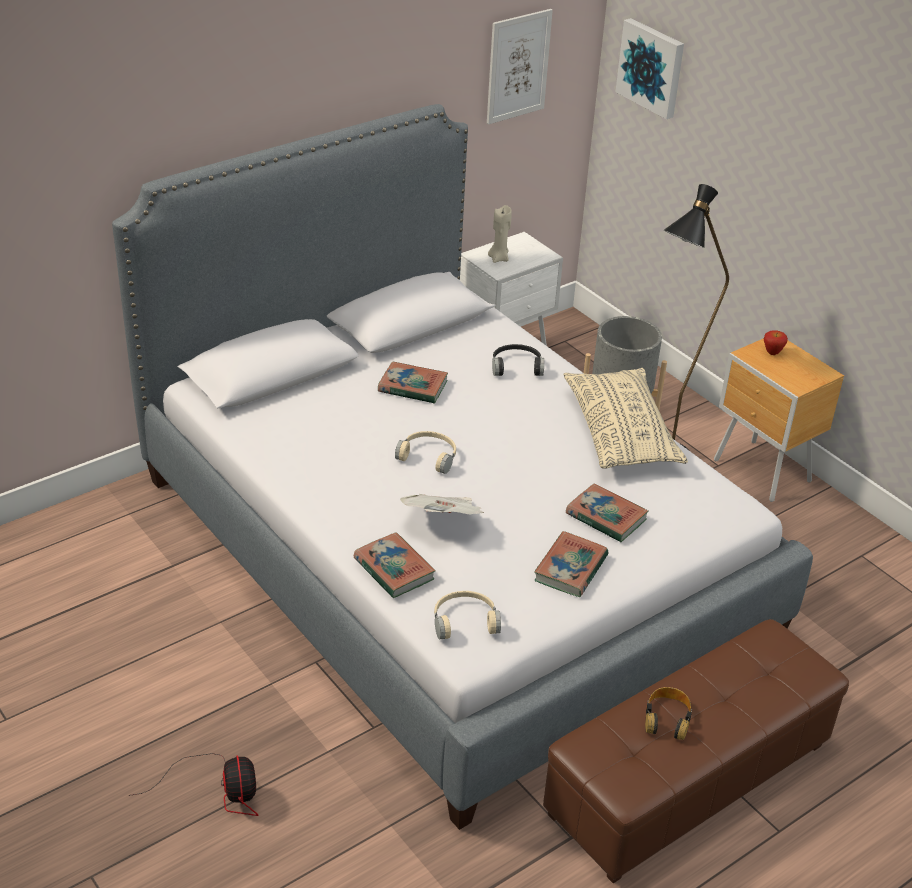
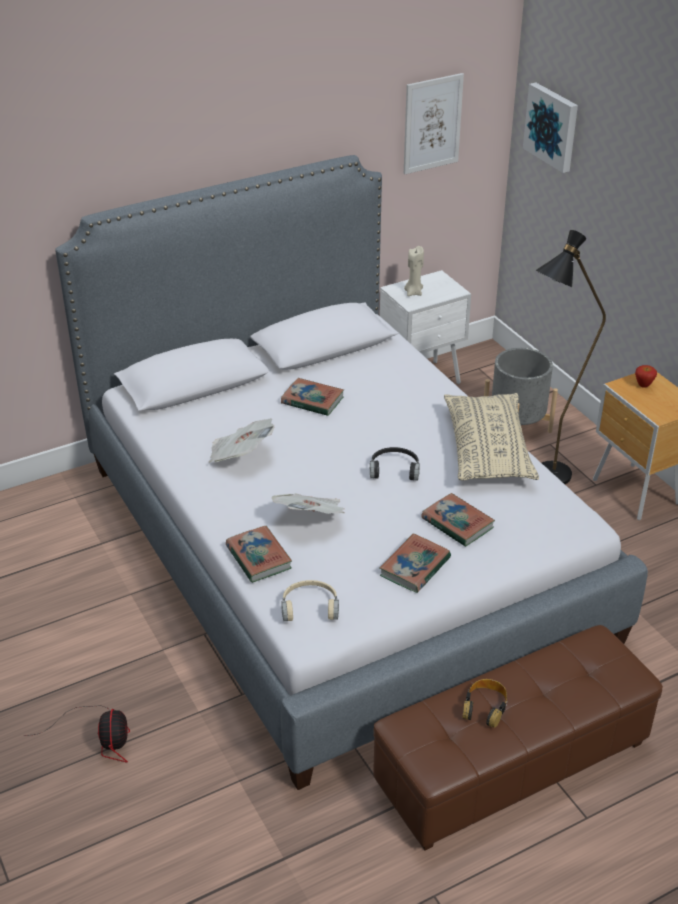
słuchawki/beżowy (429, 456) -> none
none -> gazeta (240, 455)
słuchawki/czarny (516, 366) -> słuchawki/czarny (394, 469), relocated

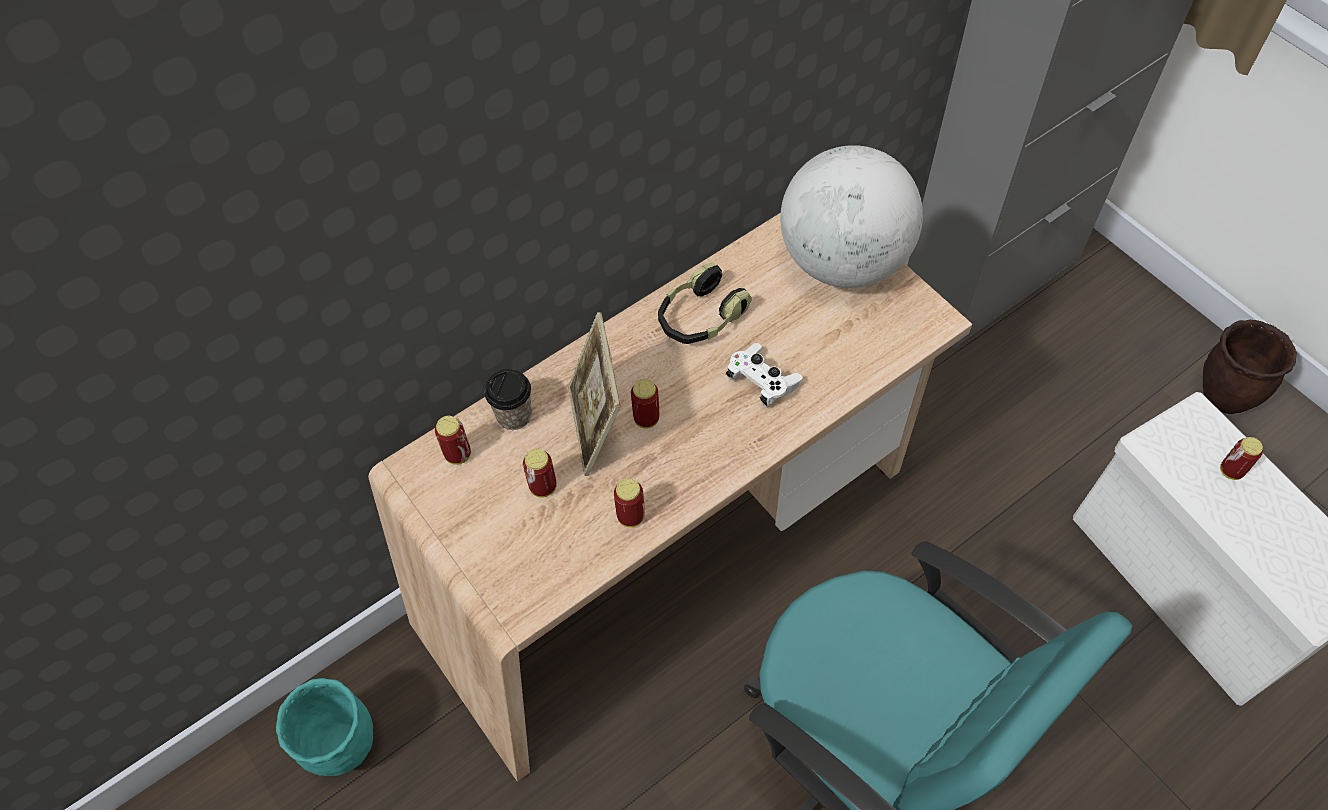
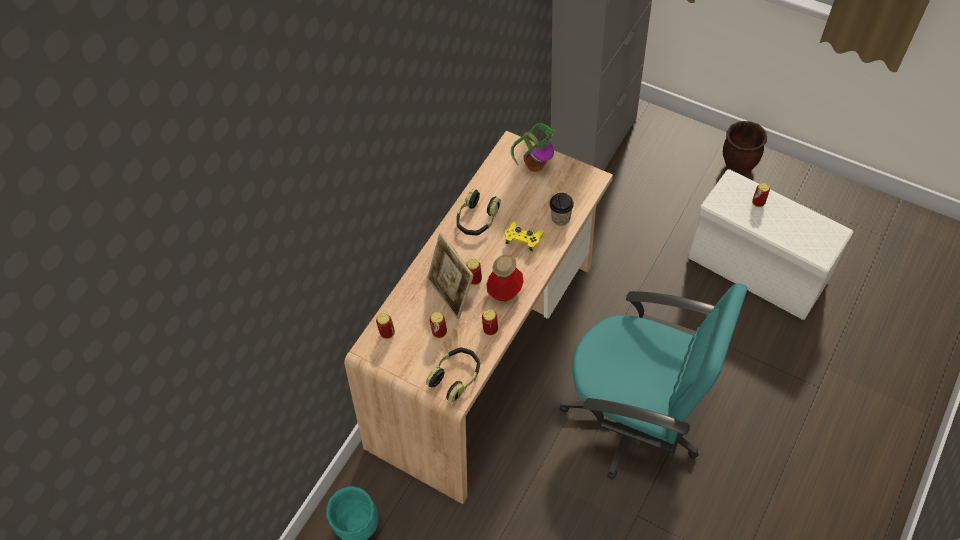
none -> słuchawki (456, 377)
none -> butelka (505, 290)
filiżanka (514, 415) -> filiżanka (561, 218), relocated
globus (843, 261) -> roślina doniczkowa (535, 164)
pad do gier/biały (762, 382) -> pad do gier/żółty (523, 240)

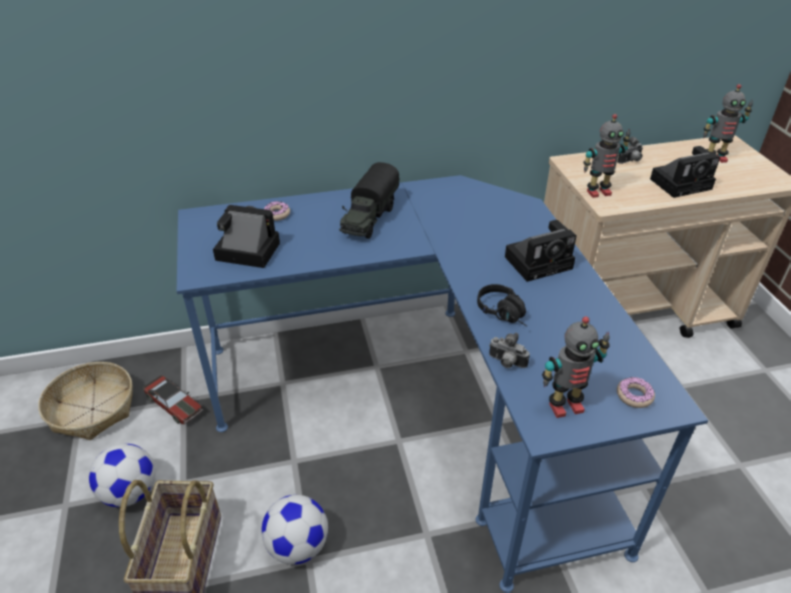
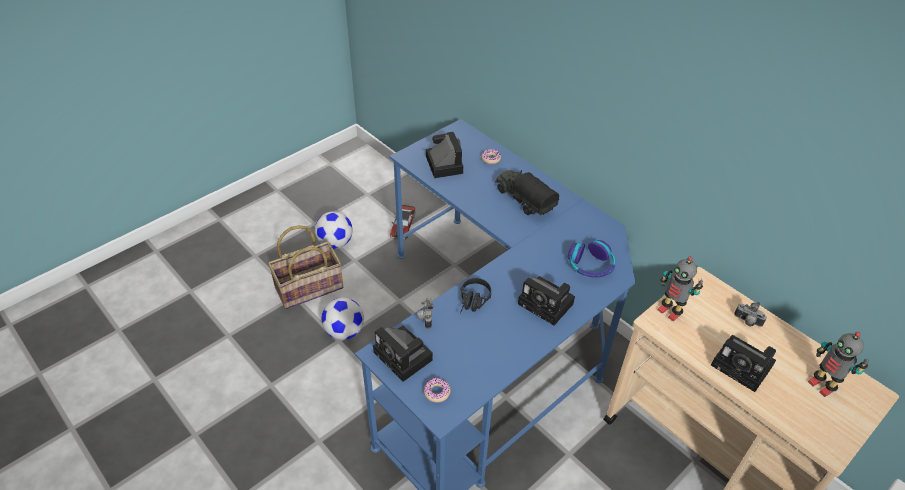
koszyk (92, 409) -> none
none -> słuchawki (590, 265)
robot zabawkowy (565, 406) -> aparat fotograficzny (405, 357)
ciężarówka zabawkowa (369, 218) -> ciężarówka zabawkowa (523, 200), 60 degrees clockwise

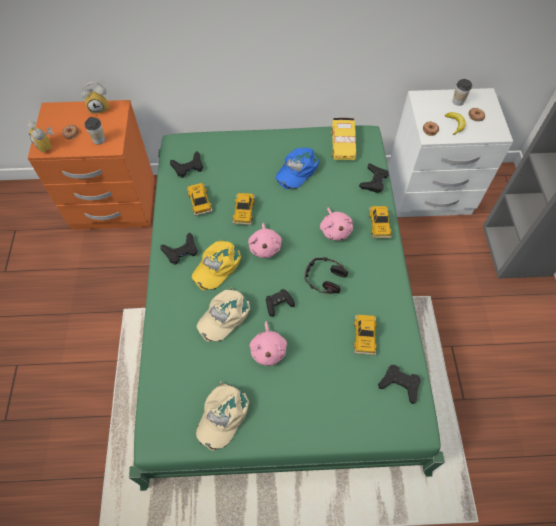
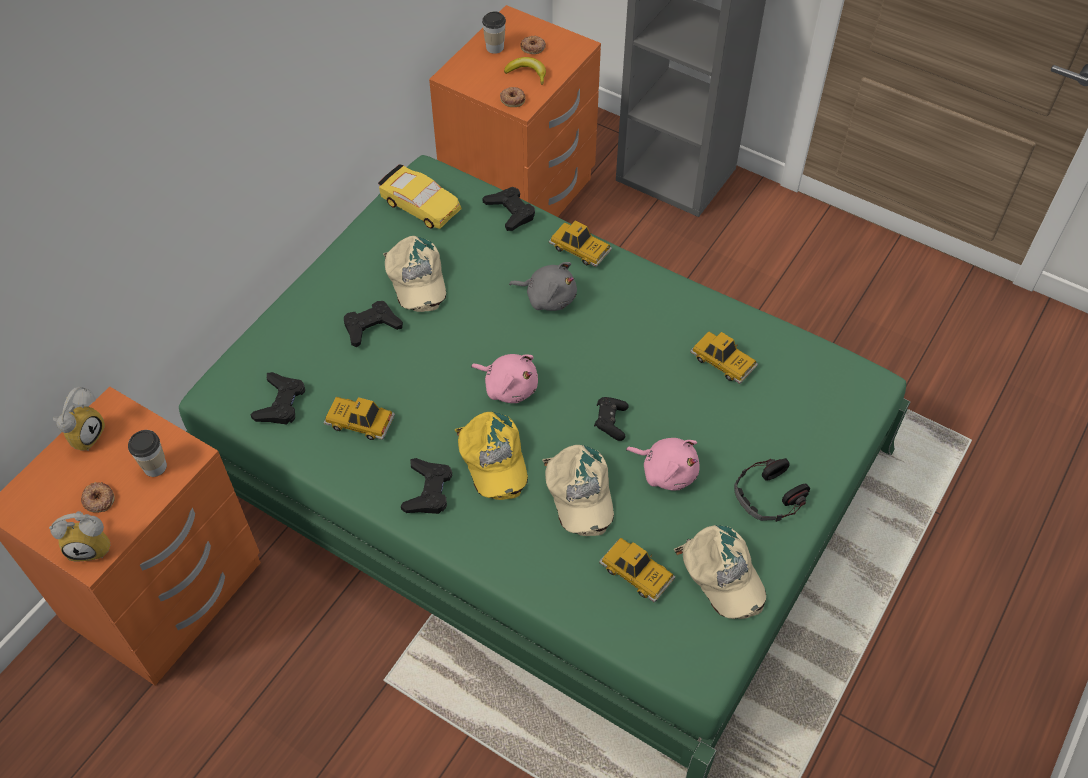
samochodzik (244, 211) -> samochodzik (636, 572), relocated
słuchawki (324, 278) -> słuchawki (769, 496), relocated
pad do gier/czarny (400, 384) -> pad do gier/czarny (371, 327), relocated
czapka z daszkiem/niebieski (297, 170) -> czapka z daszkiem/beżowy (415, 279)
pluszak/różowy (335, 230) -> pluszak/szary (548, 297)
szafka nocna/biały (428, 193) -> szafka nocna/pomarańczowy (520, 198)

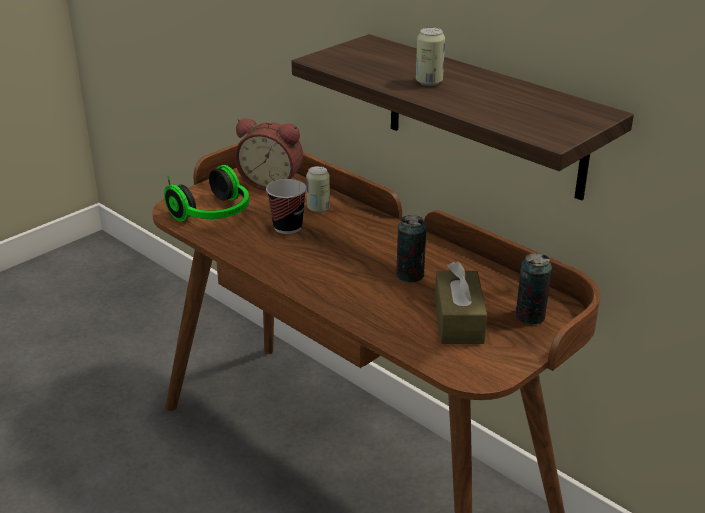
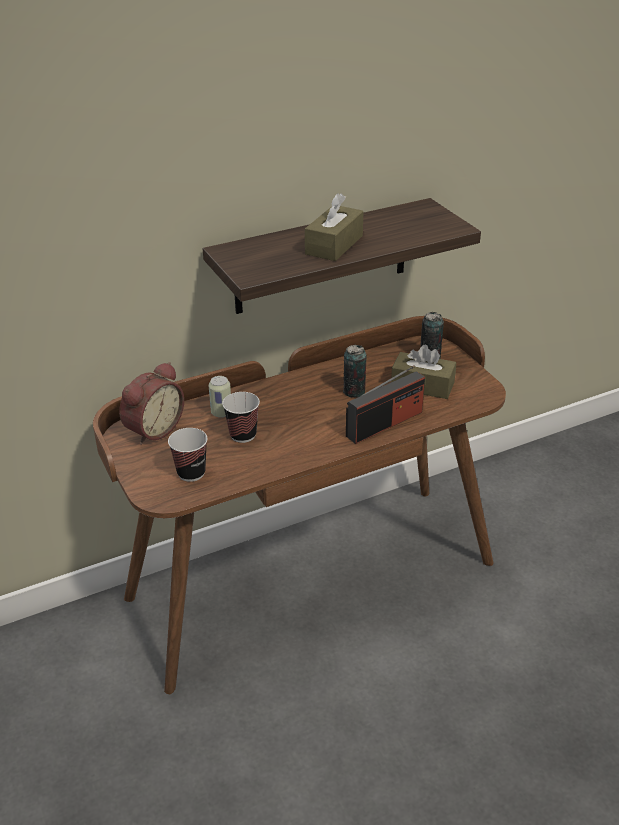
none -> radio (384, 423)
słuchawki (214, 215) -> filiżanka (191, 473)
puszka (429, 82) -> pudełko chusteczek/brązowy (334, 245)

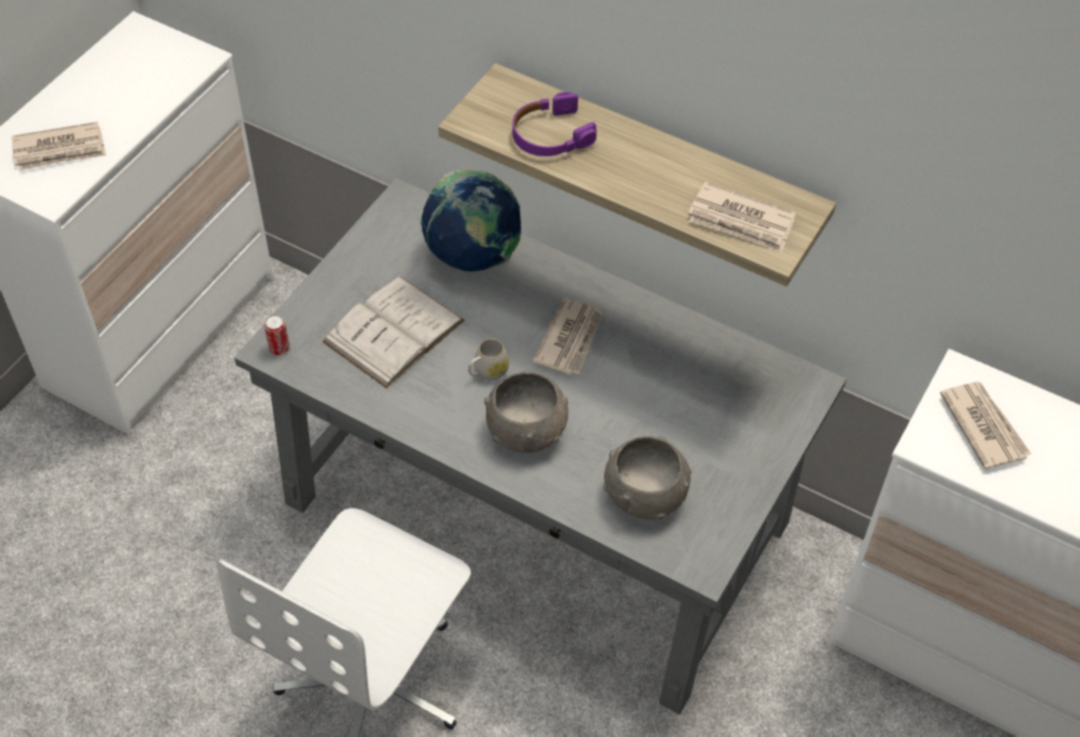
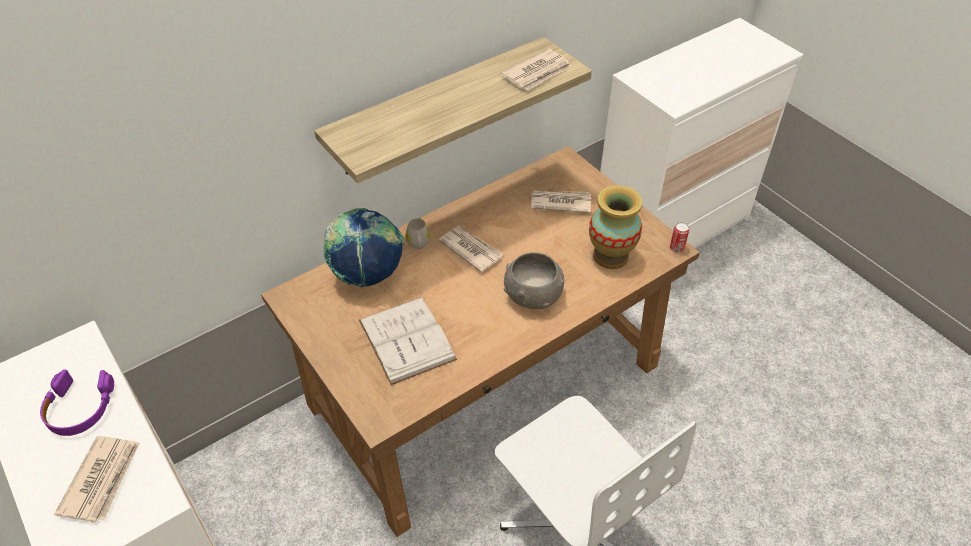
puszka (279, 348) -> puszka (676, 248), relocated
kubek/biały (487, 372) -> kubek/biały (418, 244), relocated
słuchawki/fioletowy (550, 135) -> słuchawki/fioletowy (79, 408), relocated
gazeta (983, 426) -> gazeta (560, 202), relocated
miska/szary (645, 494) -> wazon (610, 256)
biurko/szary (537, 512) -> biurko/brązowy (485, 384)

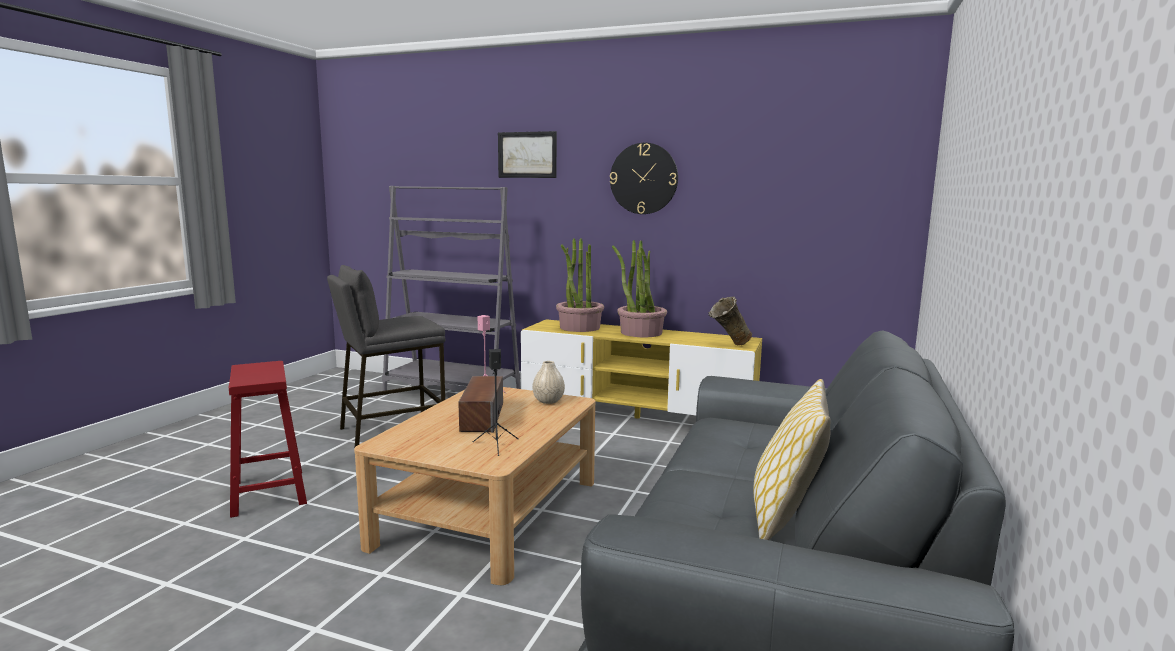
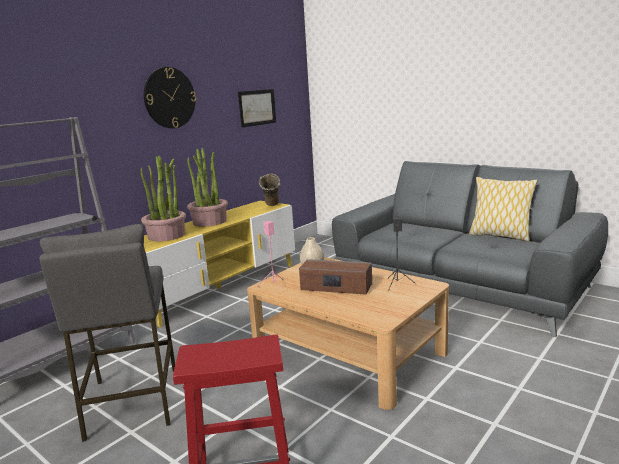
obraz (527, 155) -> obraz (257, 107), relocated

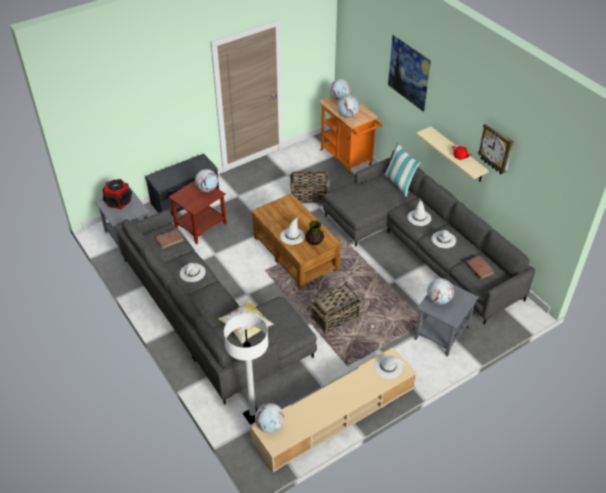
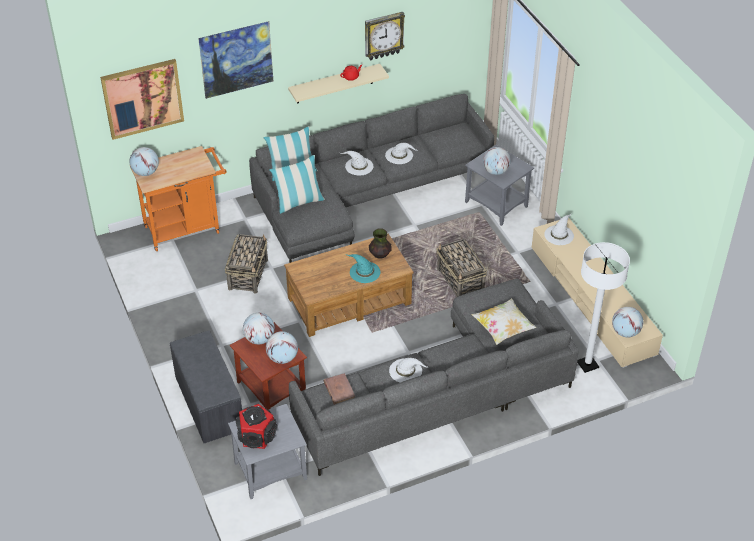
książka/brązowy (479, 268) -> none
none -> obraz (142, 98)
none -> poduszka (298, 202)
globus (348, 115) -> globus (282, 358), relocated
kapelusz/biały (292, 235) -> kapelusz/turkusowy (364, 272)

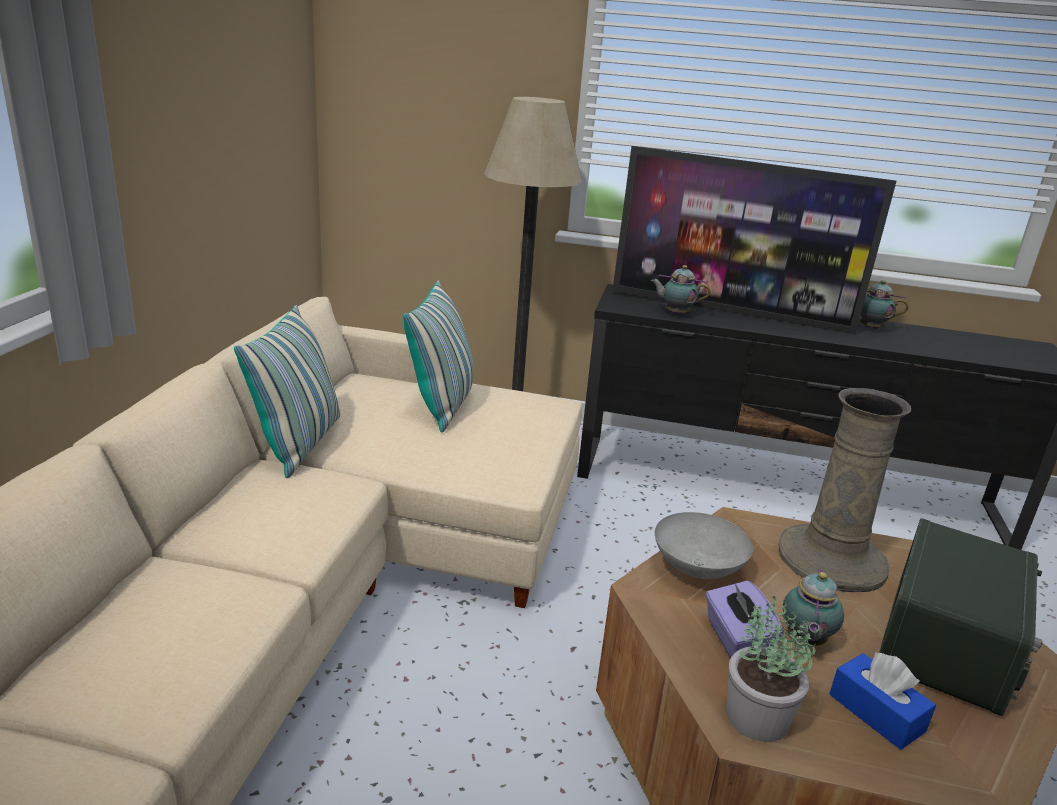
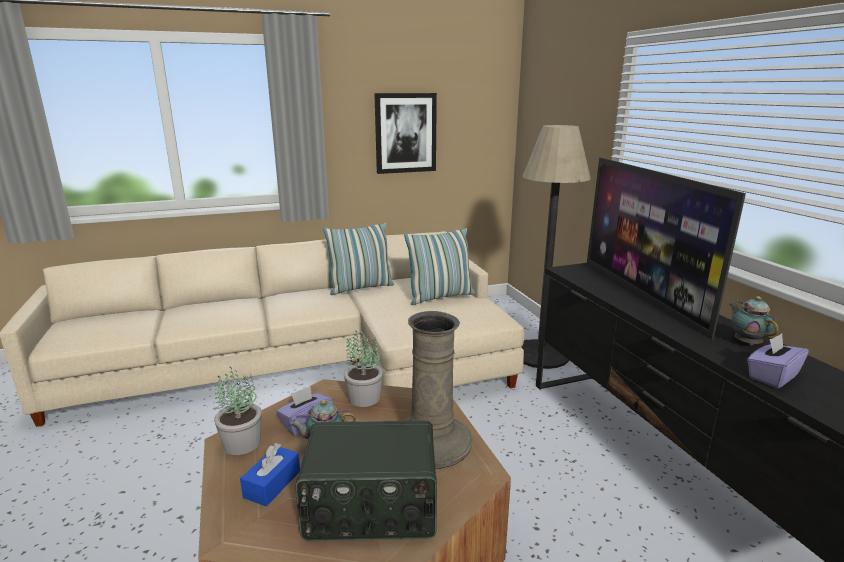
imbryk (675, 313) -> none
none -> obraz (405, 133)
none -> pudełko chusteczek/fioletowy (772, 376)
miska/szary (696, 569) -> roślina doniczkowa (363, 398)

